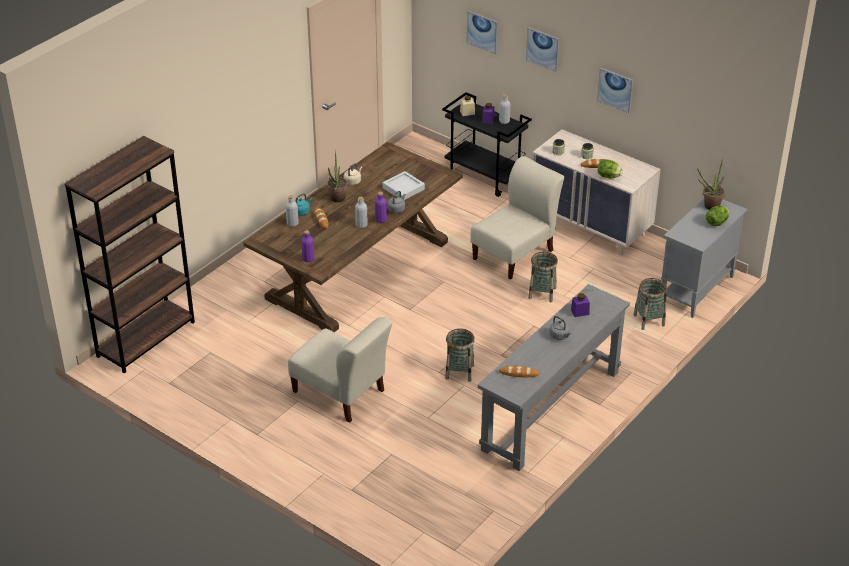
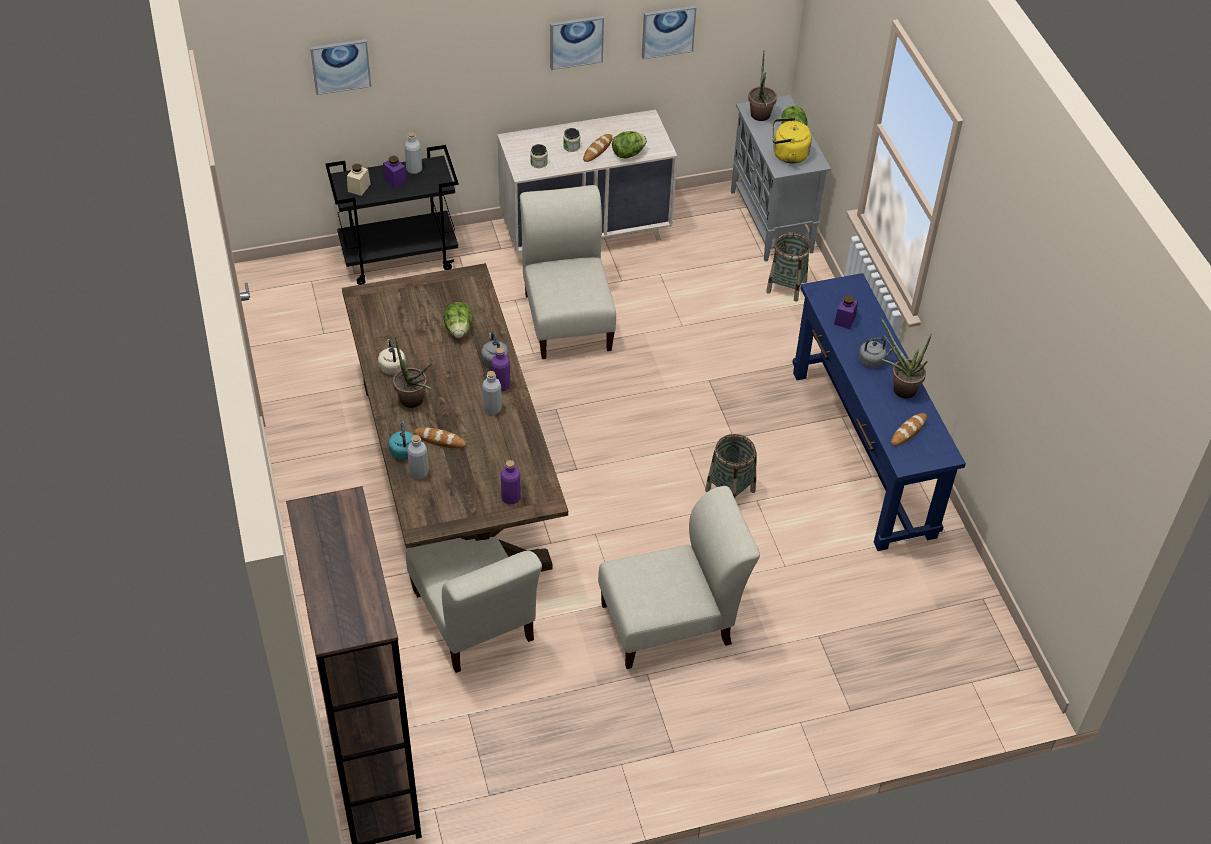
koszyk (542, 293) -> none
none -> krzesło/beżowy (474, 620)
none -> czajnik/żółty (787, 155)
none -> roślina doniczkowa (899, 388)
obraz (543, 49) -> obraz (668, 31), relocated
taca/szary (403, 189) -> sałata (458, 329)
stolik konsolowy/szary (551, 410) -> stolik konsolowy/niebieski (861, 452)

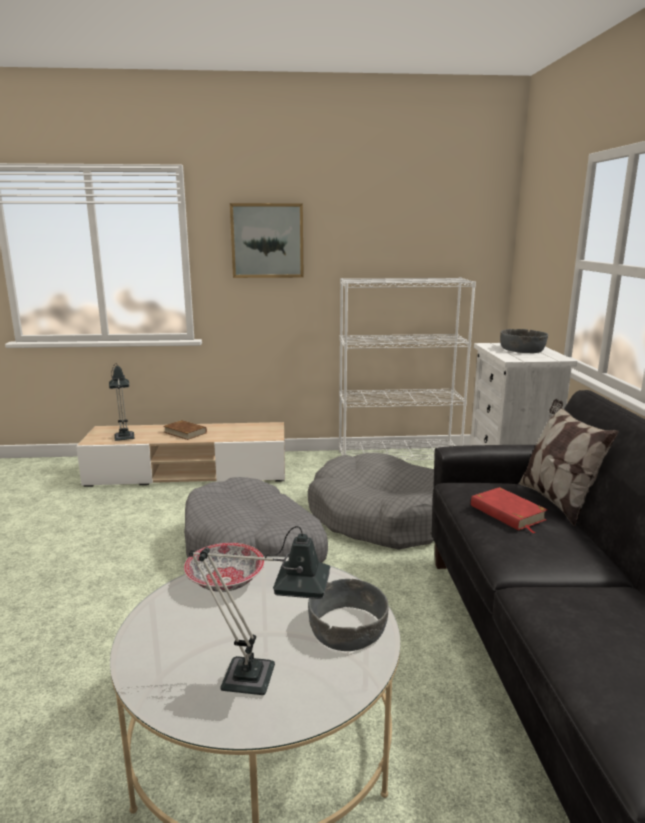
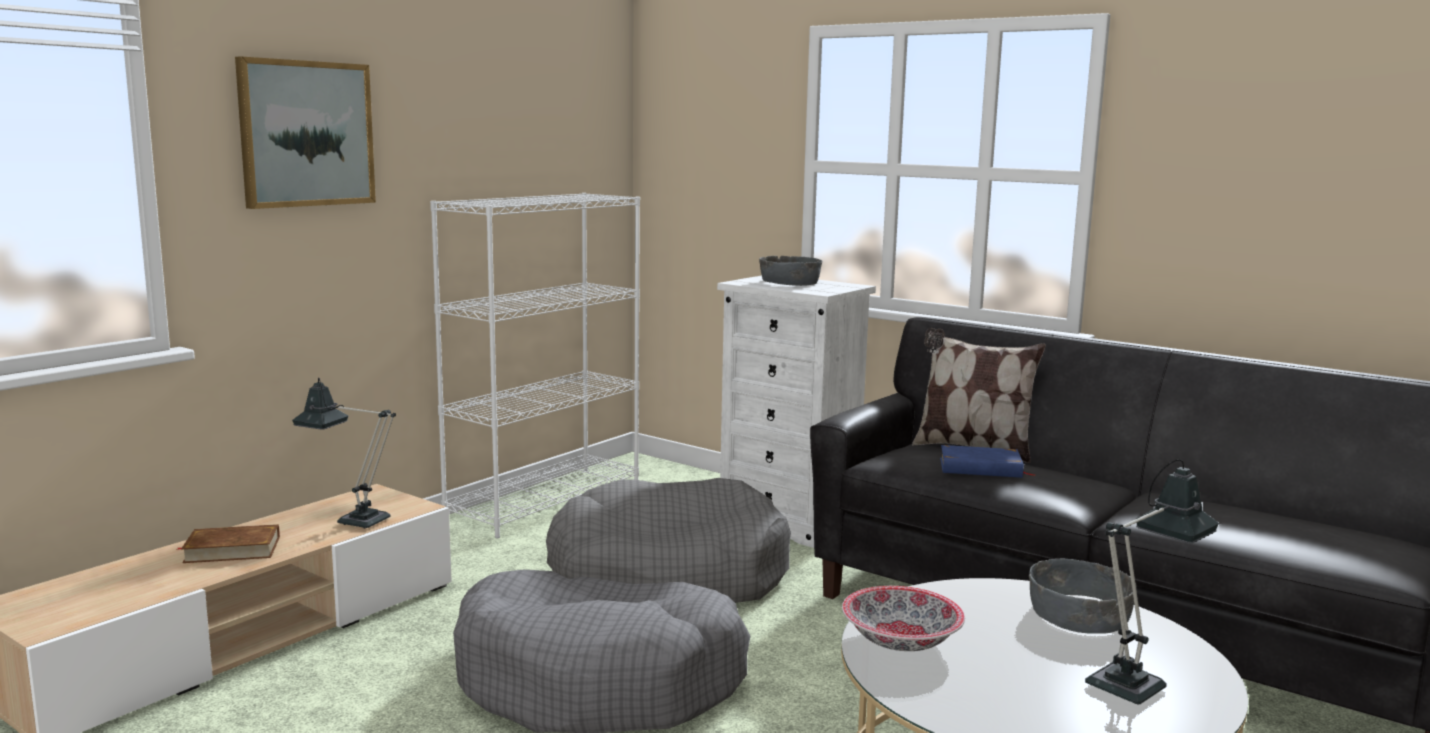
lampa stołowa (124, 436) -> lampa stołowa (354, 519), relocated
książka/czerwony (507, 513) -> książka/niebieski (980, 468)

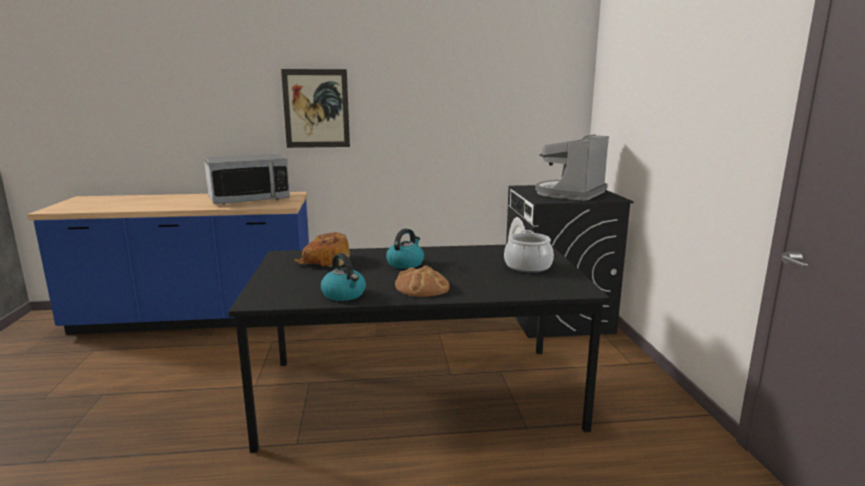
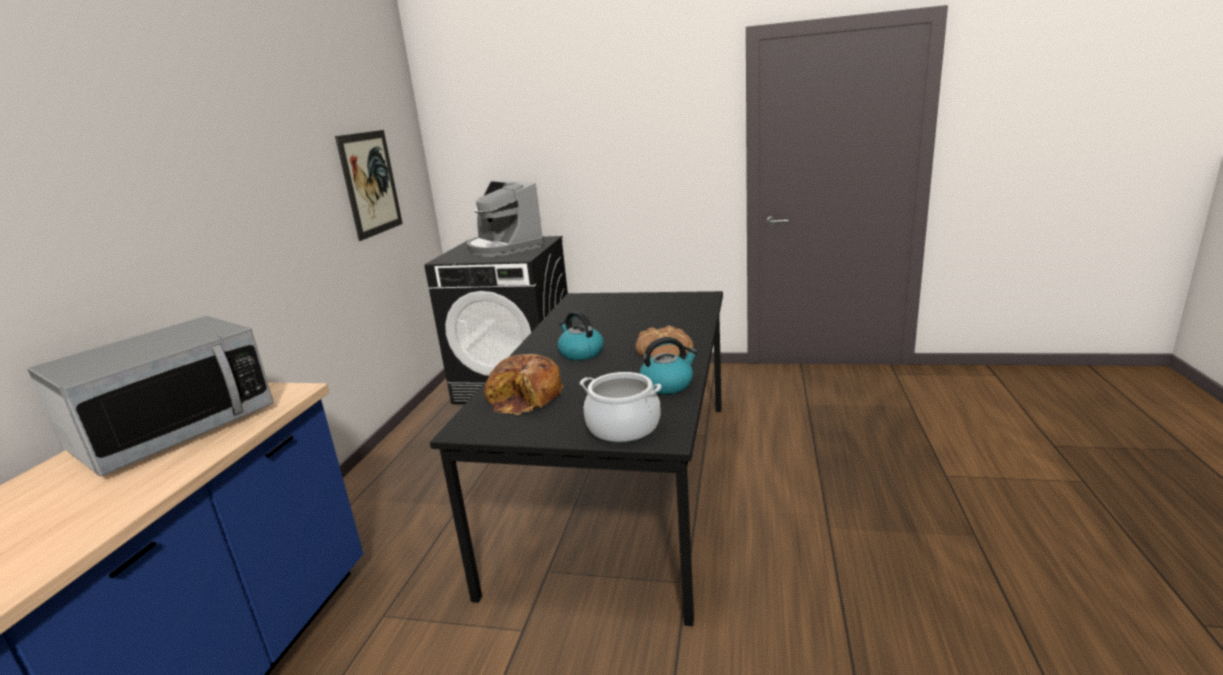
obraz (316, 108) -> obraz (370, 183), relocated
garnek (527, 267) -> garnek (623, 428), relocated
mikrofalówka (249, 199) -> mikrofalówka (175, 429), 45 degrees clockwise

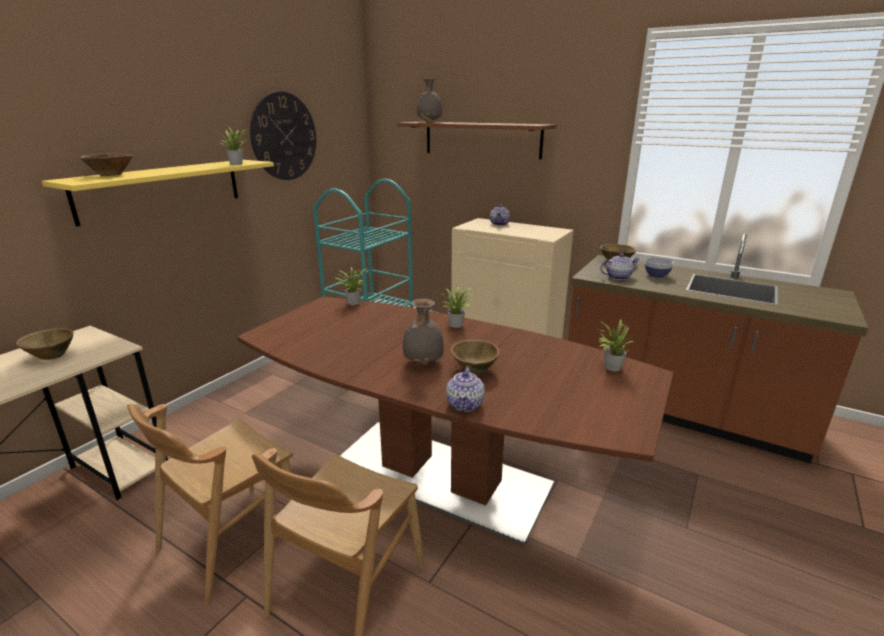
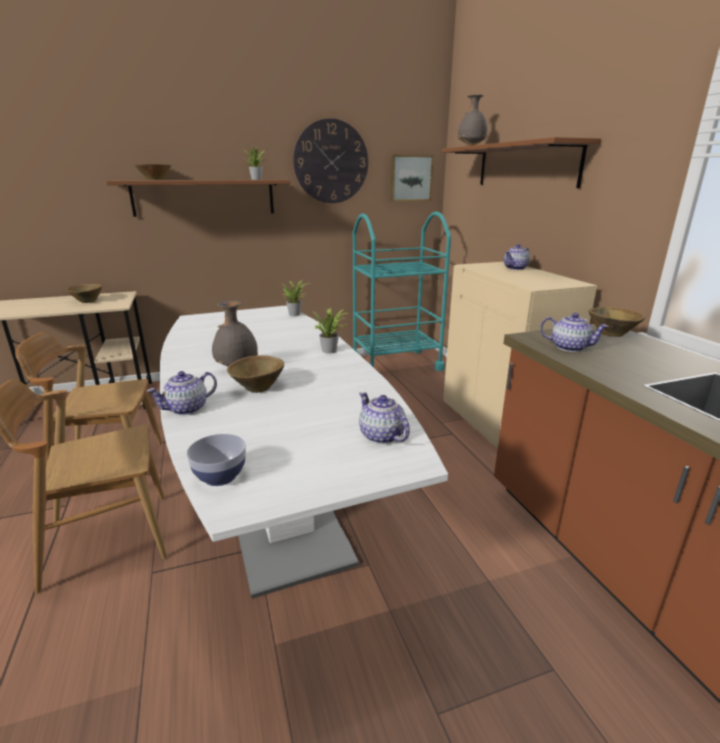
none -> obraz (410, 178)
miska (656, 275) -> miska (220, 476), relocated
roślina doniczkowa (610, 367) -> imbryk (382, 436)
półka/żółty (162, 189) -> półka/brązowy (204, 197)
stół jadalny/brązowy (440, 476) -> stół jadalny/biały (277, 500)

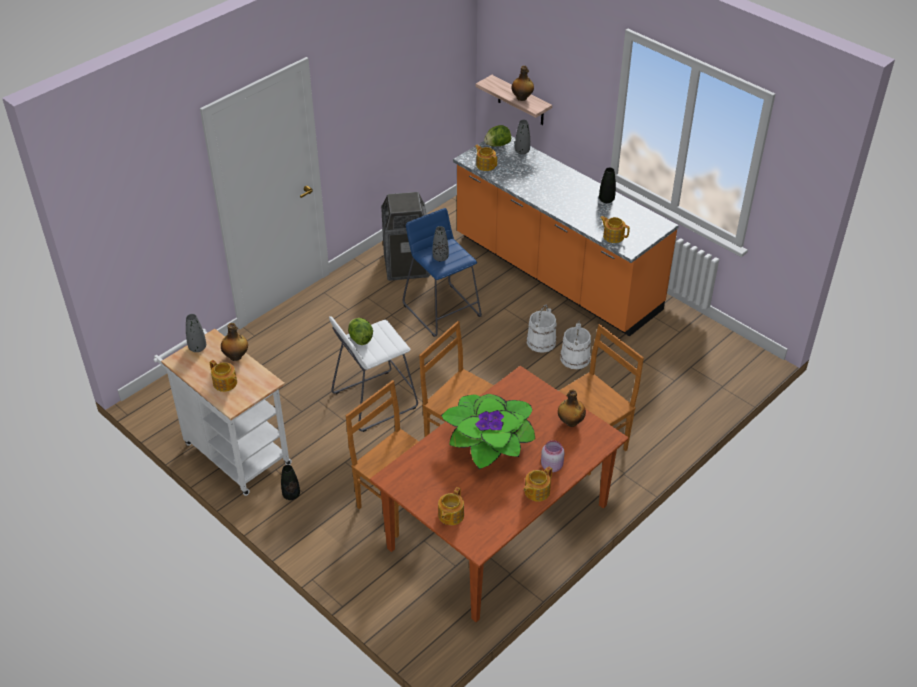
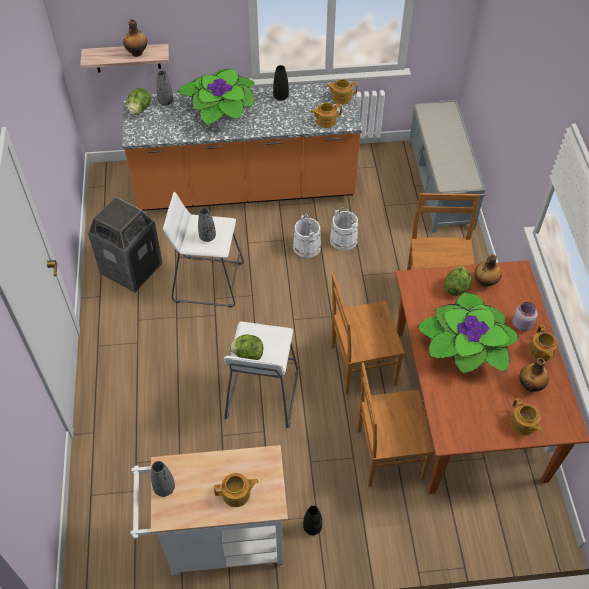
none -> roślina doniczkowa (221, 111)
none -> ławka/szary (440, 185)
none -> sałata (456, 287)
butelka (236, 356) -> butelka (530, 385), relocated
imbryk (485, 165) -> imbryk (341, 97), relocated
stołek/niebieski (442, 310) -> stołek/biały (208, 281)

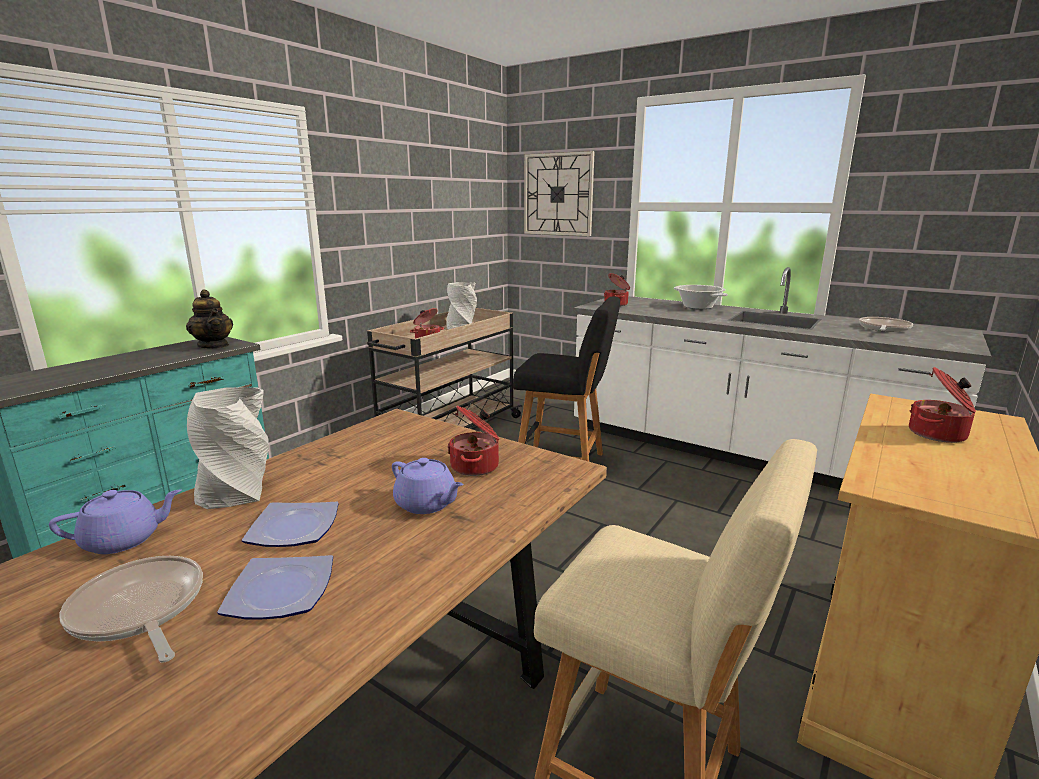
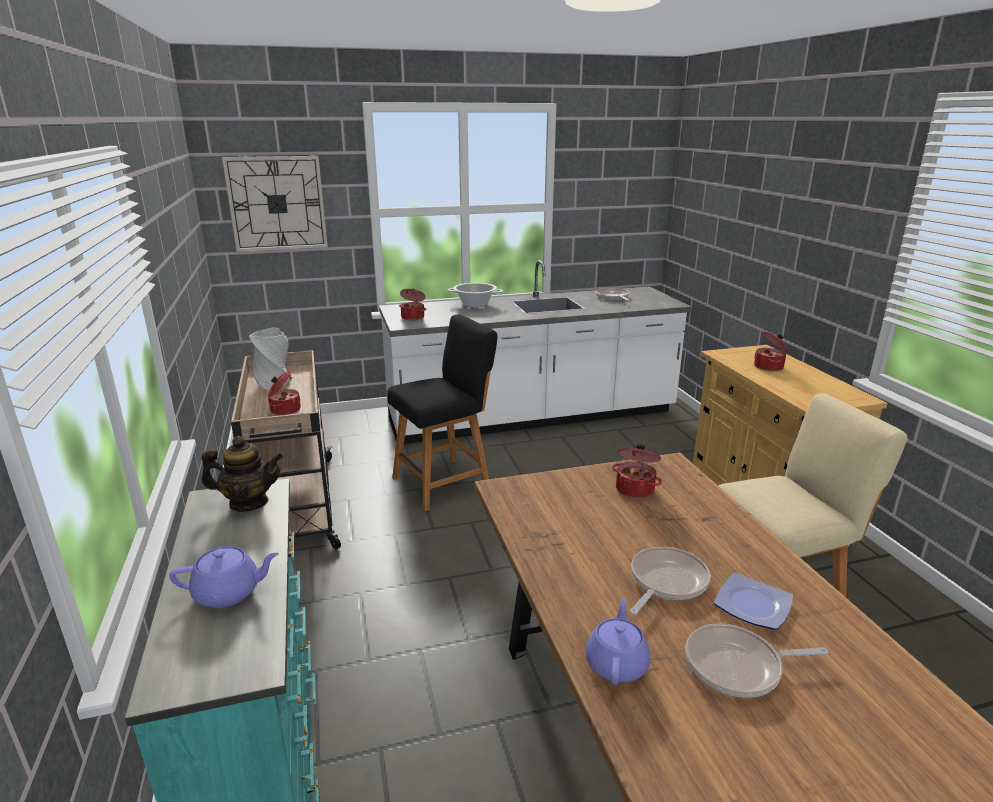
wazon/szary (238, 493) -> none
imbryk/fioletowy (427, 504) -> imbryk/fioletowy (229, 592), relocated
talerz (293, 528) -> patelnia (666, 582)

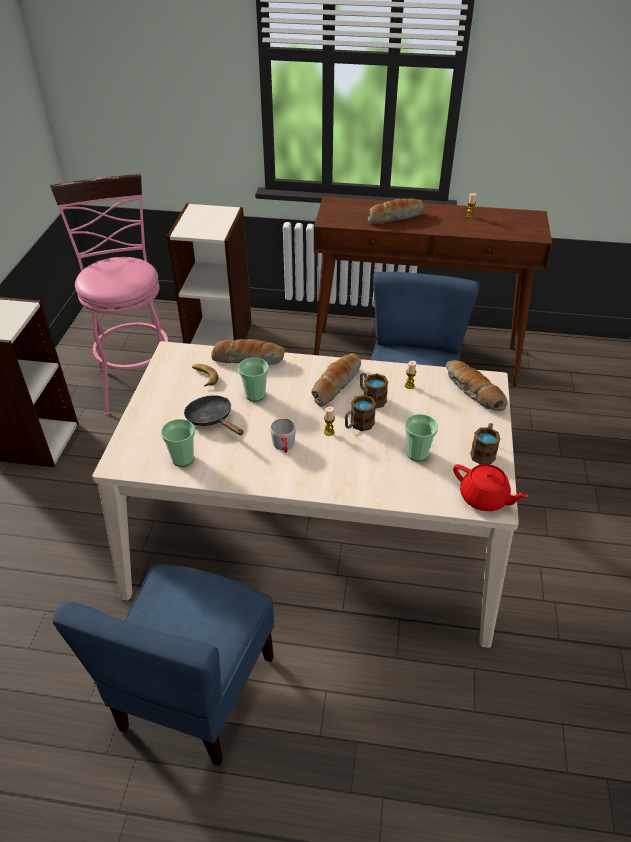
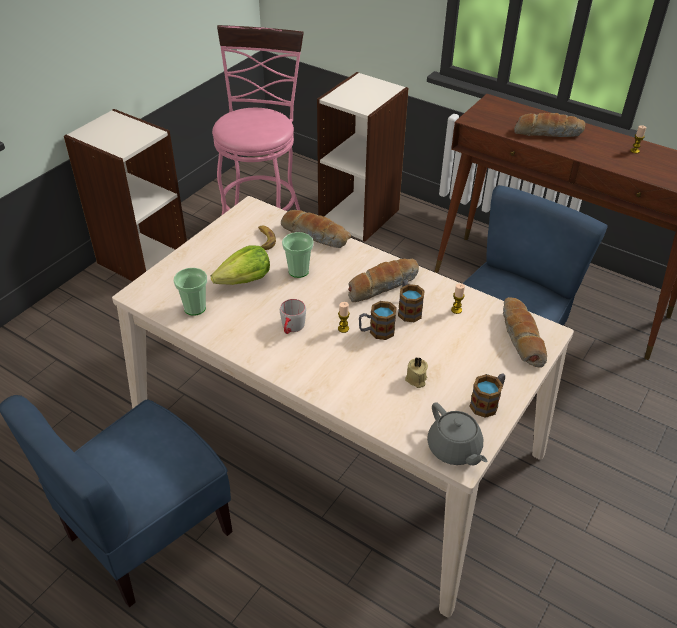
patelnia/czarny (212, 419) -> sałata (244, 281)
filiżanka (417, 453) -> świeca/beżowy (416, 380)
imbryk/czerwony (484, 498) -> imbryk/szary (454, 449)

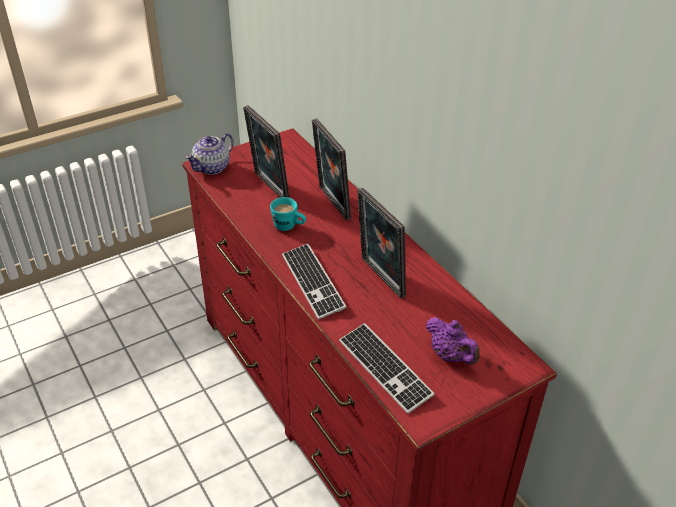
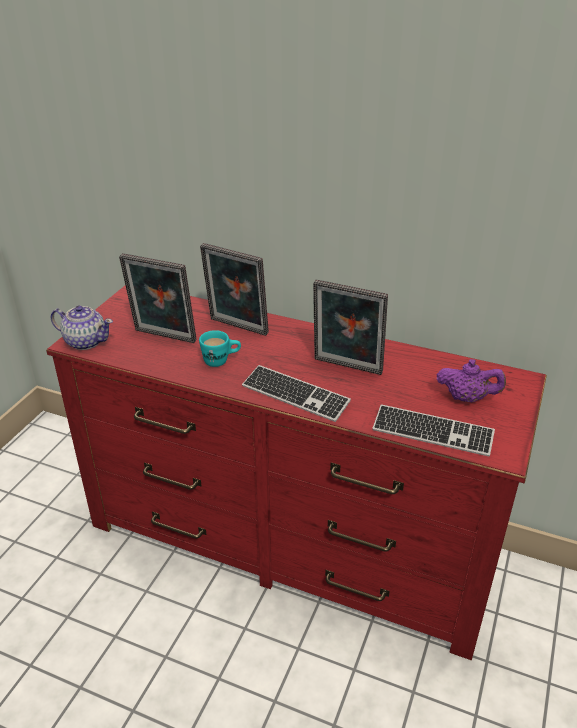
imbryk (212, 167) -> imbryk (85, 341), 75 degrees counterclockwise

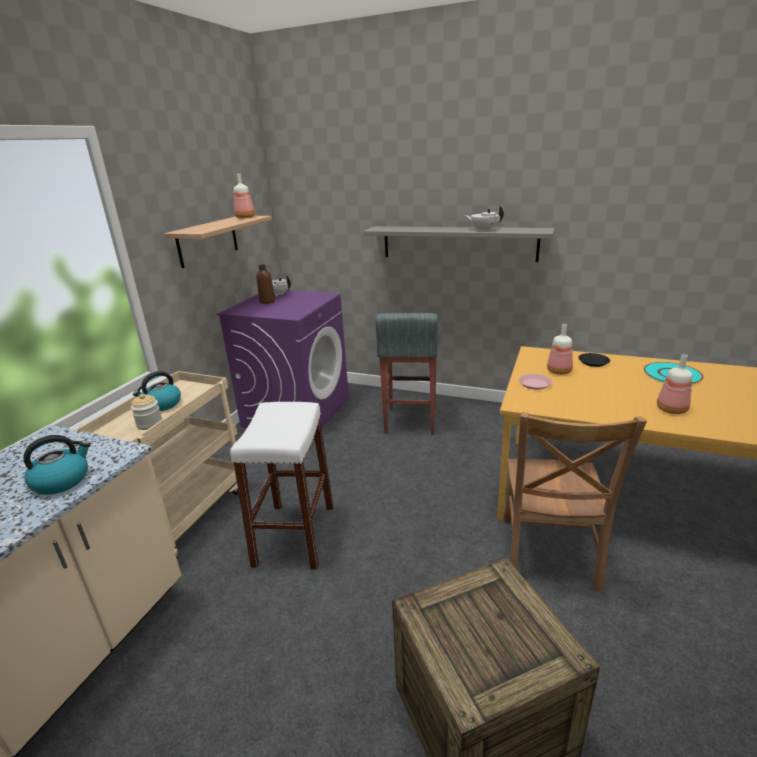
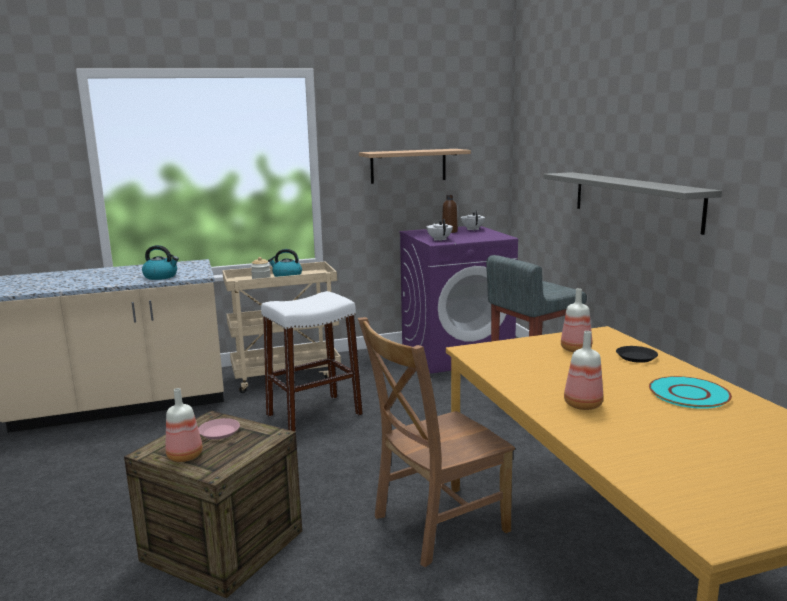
butelka (245, 217) -> butelka (186, 456), relocated
imbryk/biały (483, 229) -> imbryk/biały (439, 240), relocated
talerz/różowy (534, 384) -> talerz/różowy (219, 432), relocated

